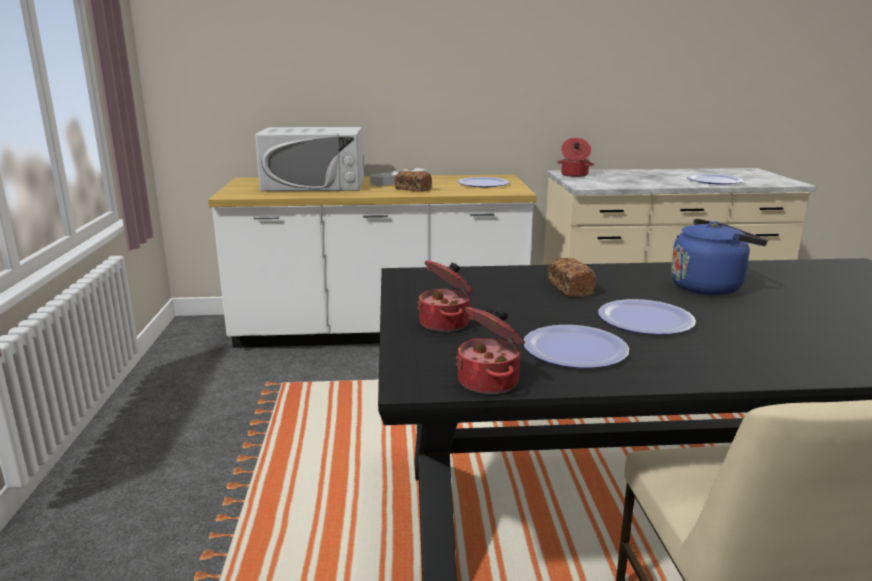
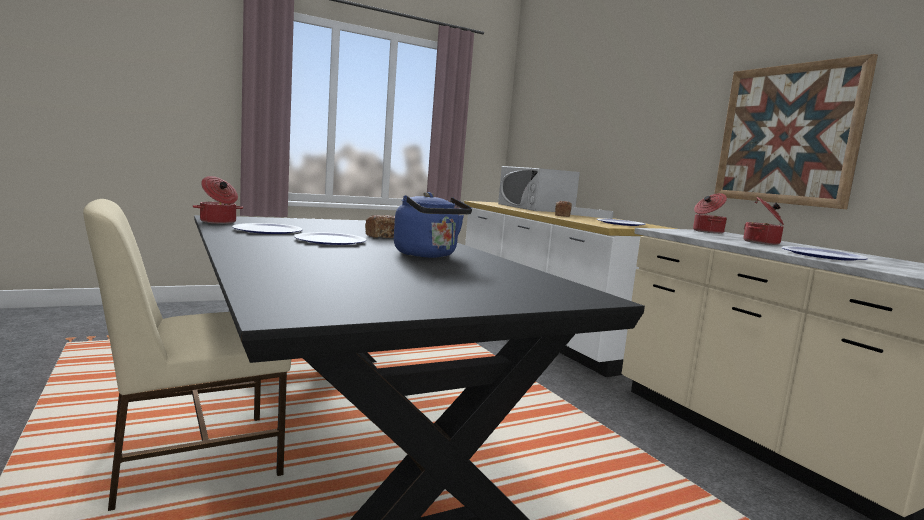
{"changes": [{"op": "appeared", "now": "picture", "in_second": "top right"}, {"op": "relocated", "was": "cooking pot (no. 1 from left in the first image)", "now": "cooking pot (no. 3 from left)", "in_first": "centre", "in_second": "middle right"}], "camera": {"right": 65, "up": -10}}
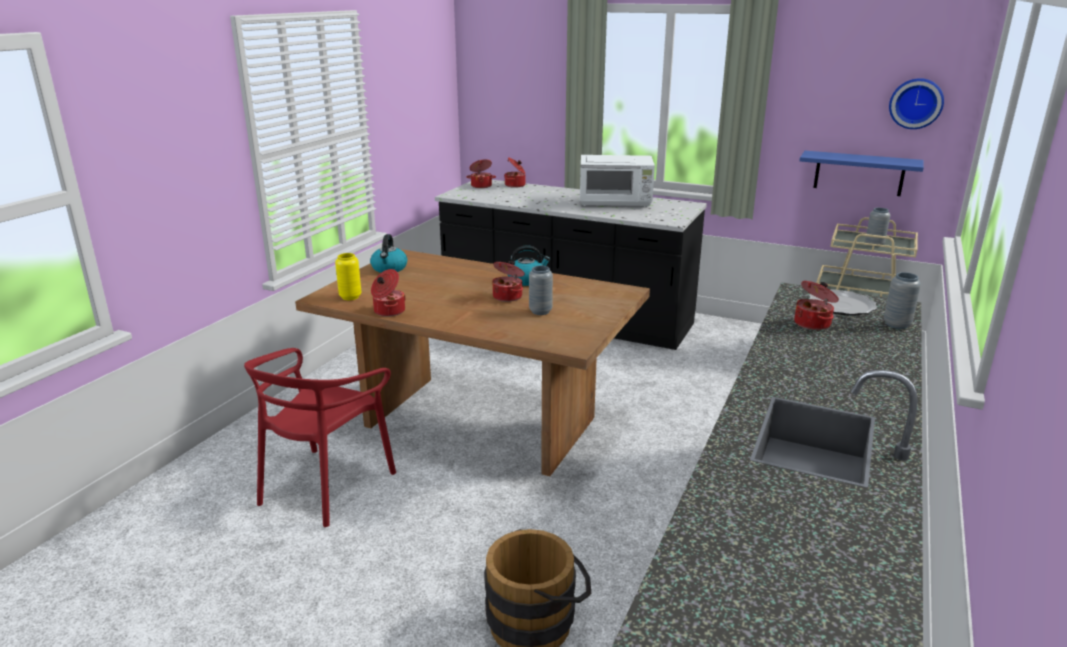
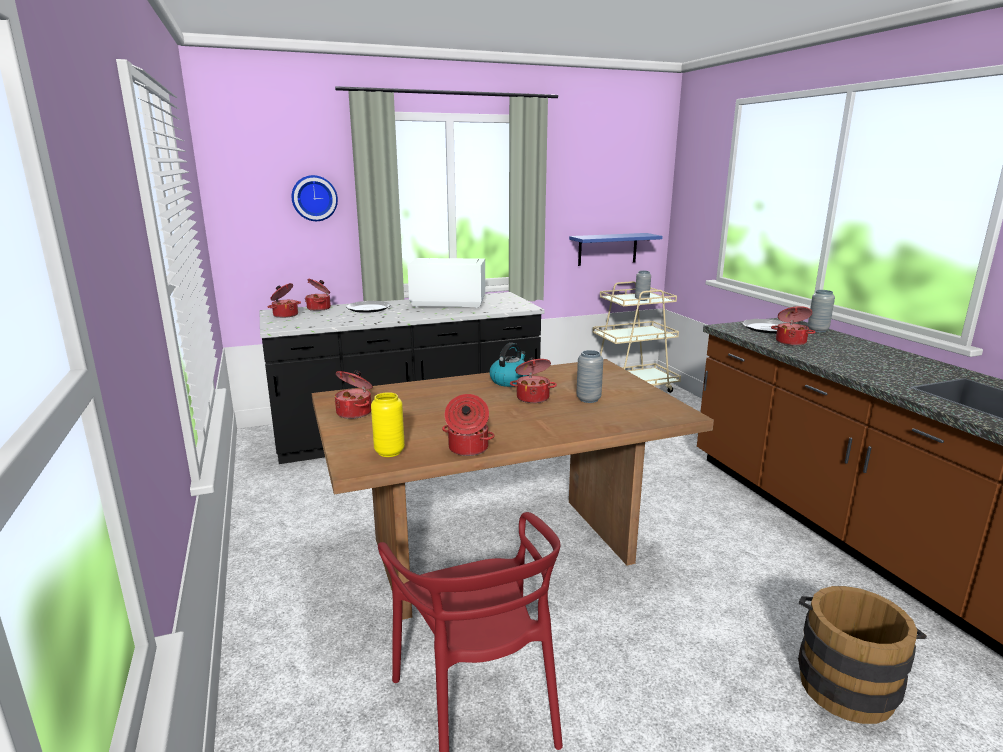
{"changes": [{"op": "appeared", "now": "plate (no. 1 from left)", "in_second": "centre"}, {"op": "relocated", "was": "wall clock", "in_first": "top right", "in_second": "top left"}, {"op": "exchanged", "was": "kettle (no. 1 from left)", "now": "cooking pot (no. 3 from left)", "in_first": "centre", "in_second": "centre"}, {"op": "spun", "was": "white microwave", "in_first": "top centre", "in_second": "centre", "clockwise": -135}], "camera": {"right": -45, "up": -5}}
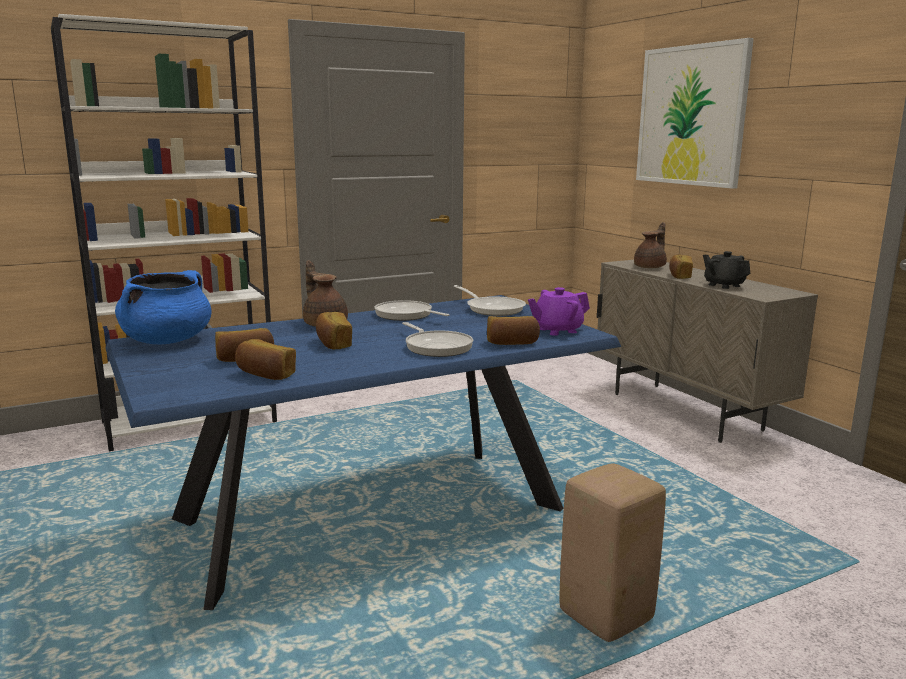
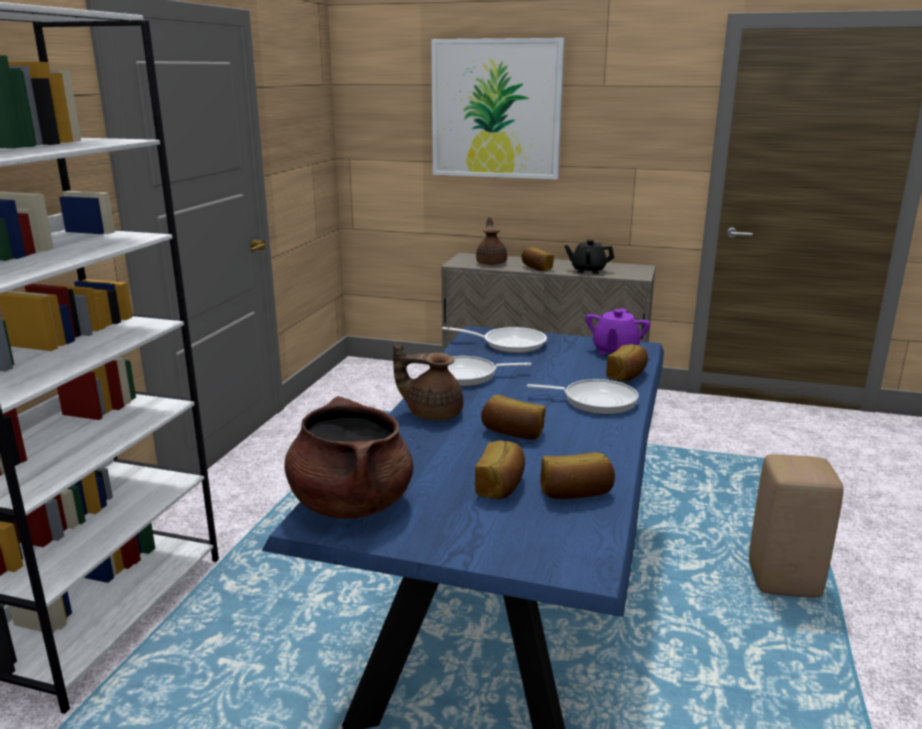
{"changes": [{"op": "colour", "was": "blue cooking pot", "now": "brown cooking pot", "in_first": "middle left", "in_second": "centre"}], "camera": {"right": -45, "up": 5}}
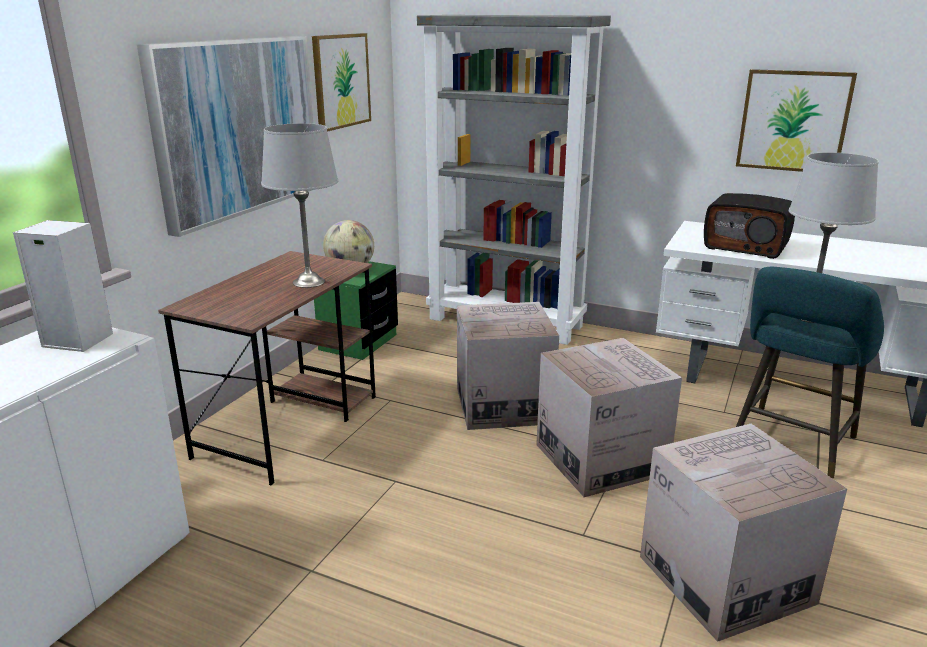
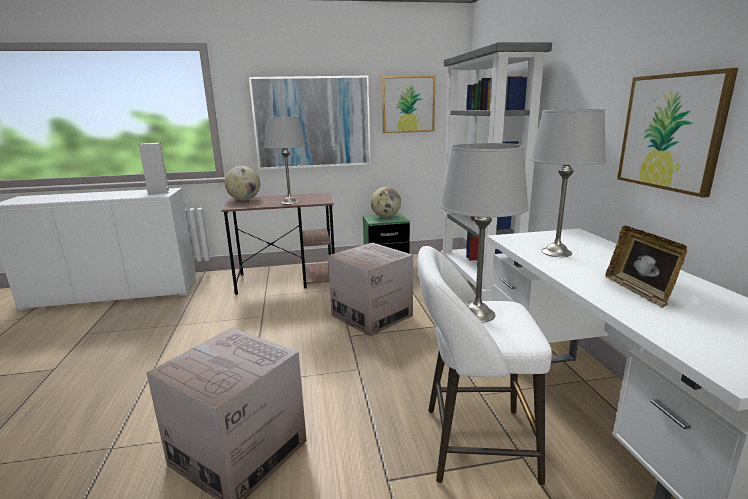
{"changes": [{"op": "missing", "was": "cardboard box (no. 2 from left)", "in_first": "centre"}, {"op": "appeared", "now": "globe (no. 1 from left)", "in_second": "middle left"}, {"op": "appeared", "now": "picture frame", "in_second": "middle right"}, {"op": "exchanged", "was": "radio", "now": "grey table lamp (no. 3 from left)", "in_first": "middle right", "in_second": "middle right"}, {"op": "colour", "was": "turquoise stool", "now": "white stool", "in_first": "middle right", "in_second": "bottom centre"}], "camera": {"right": 55, "up": -5}}
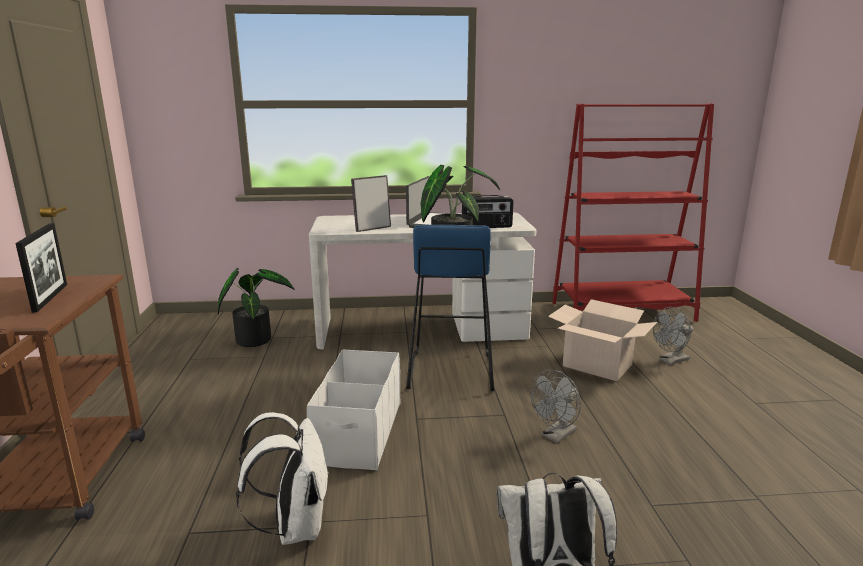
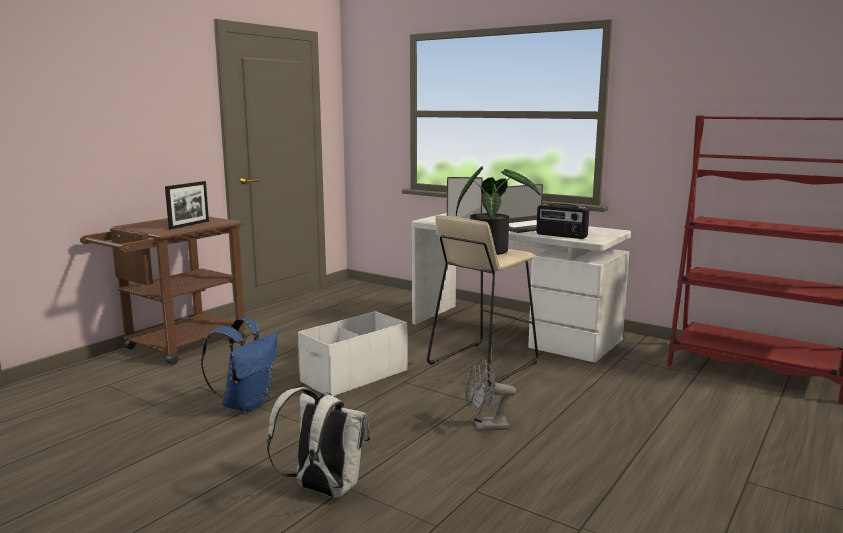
{"changes": [{"op": "missing", "was": "potted plant (no. 1 from left)", "in_first": "middle left"}, {"op": "missing", "was": "cardboard box", "in_first": "middle right"}, {"op": "missing", "was": "grey fan (no. 2 from left)", "in_first": "middle right"}, {"op": "colour", "was": "white backpack (no. 1 from left)", "now": "blue backpack", "in_first": "bottom left", "in_second": "bottom left"}, {"op": "colour", "was": "blue stool", "now": "beige stool", "in_first": "centre", "in_second": "centre"}], "camera": {"right": 40, "up": -5}}
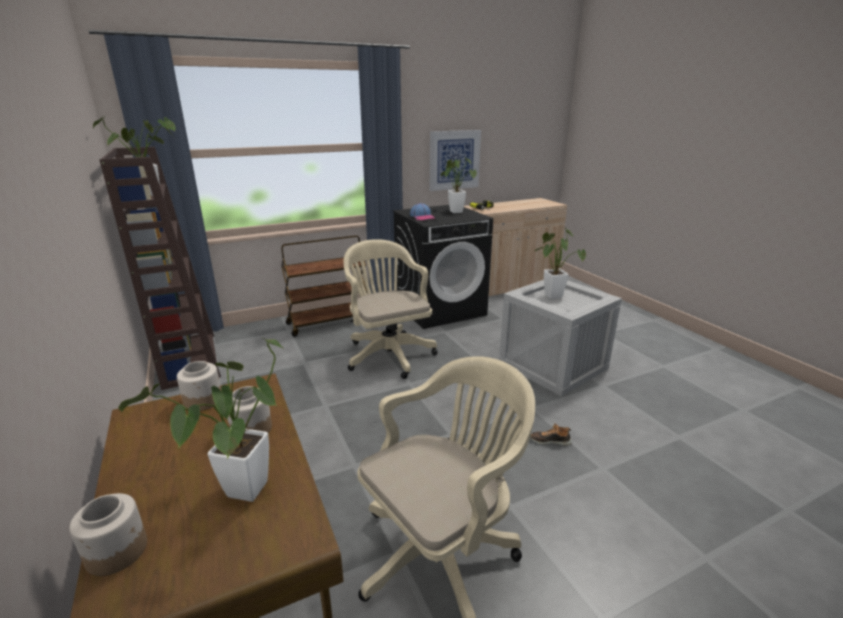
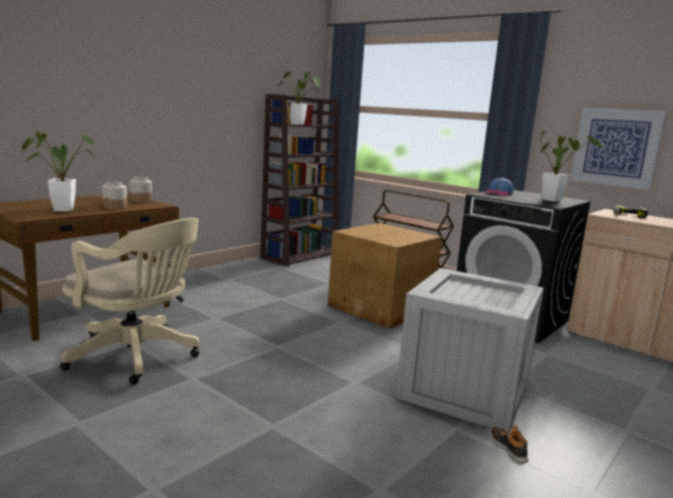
{"changes": [{"op": "missing", "was": "jar (no. 1 from left)", "in_first": "bottom left"}, {"op": "missing", "was": "potted plant (no. 4 from left)", "in_first": "centre"}, {"op": "relocated", "was": "shoe", "in_first": "bottom centre", "in_second": "bottom right"}, {"op": "exchanged", "was": "beige office chair (no. 1 from left)", "now": "cardboard box", "in_first": "centre", "in_second": "centre"}], "camera": {"right": 65, "up": -10}}
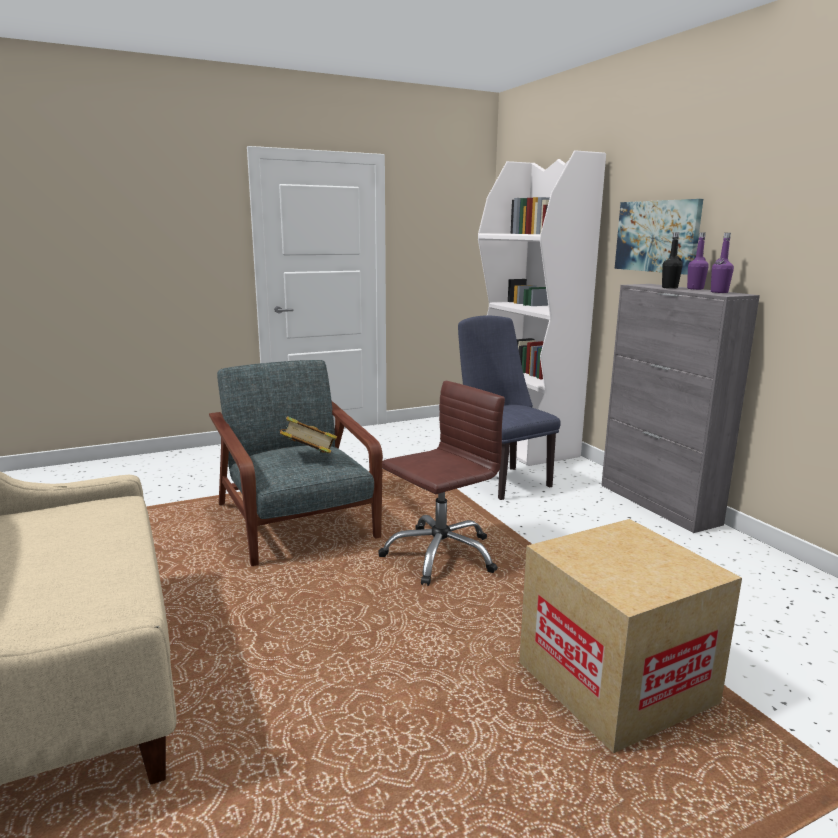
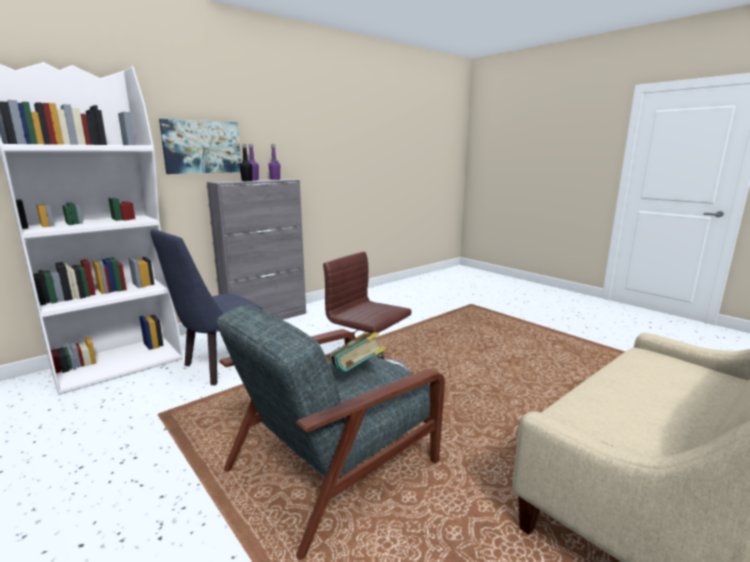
{"changes": [{"op": "missing", "was": "cardboard box", "in_first": "bottom right"}], "camera": {"right": -105, "up": 0}}
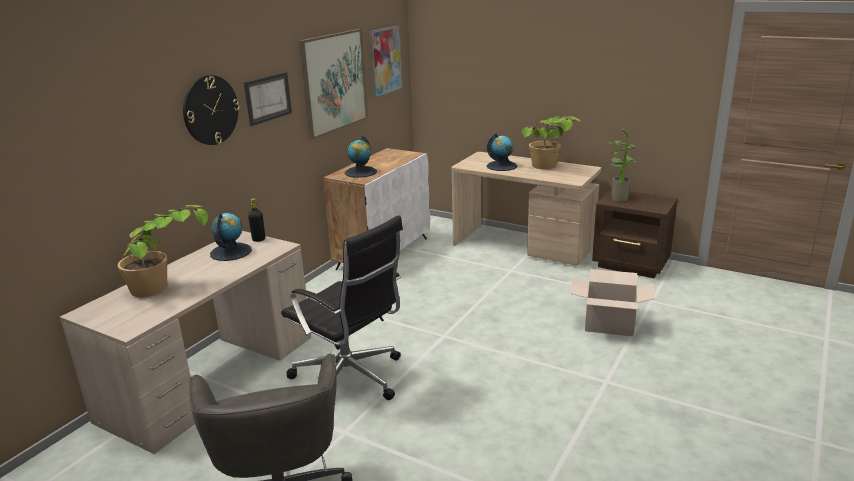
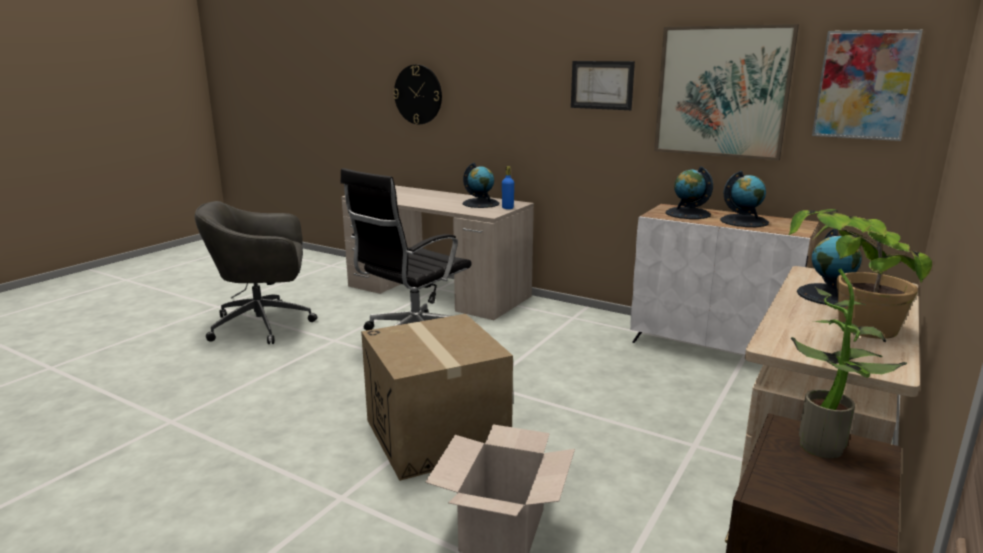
{"changes": [{"op": "missing", "was": "potted plant (no. 1 from left)", "in_first": "middle left"}, {"op": "appeared", "now": "cardboard box (no. 1 from left)", "in_second": "bottom centre"}, {"op": "appeared", "now": "globe (no. 3 from left)", "in_second": "middle right"}, {"op": "relocated", "was": "wall clock", "in_first": "top left", "in_second": "top centre"}, {"op": "colour", "was": "black bottle", "now": "blue bottle", "in_first": "middle left", "in_second": "centre"}], "camera": {"right": 90, "up": -5}}
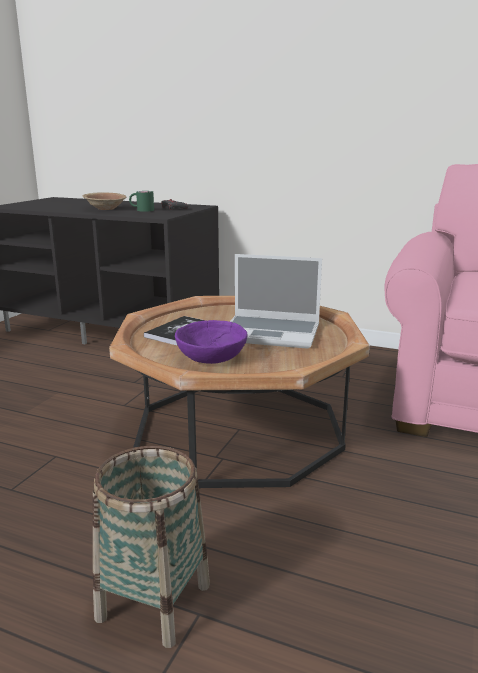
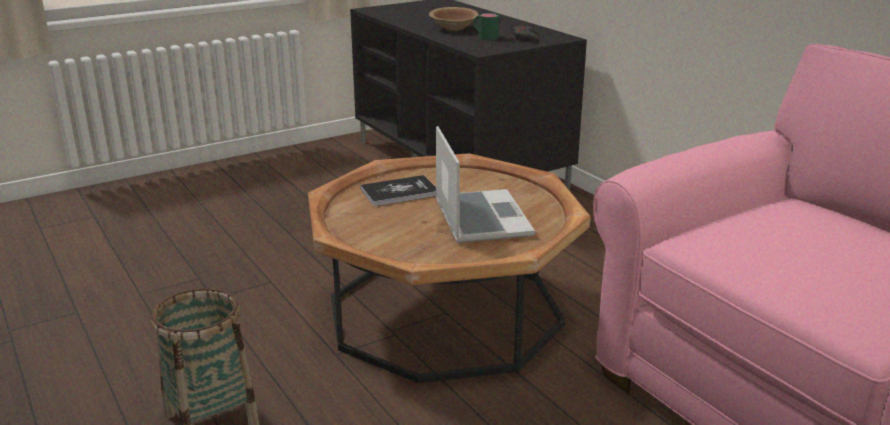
{"changes": [{"op": "missing", "was": "purple bowl", "in_first": "centre"}, {"op": "spun", "was": "laptop", "in_first": "centre", "in_second": "centre", "clockwise": -150}], "camera": {"right": 35, "up": 5}}
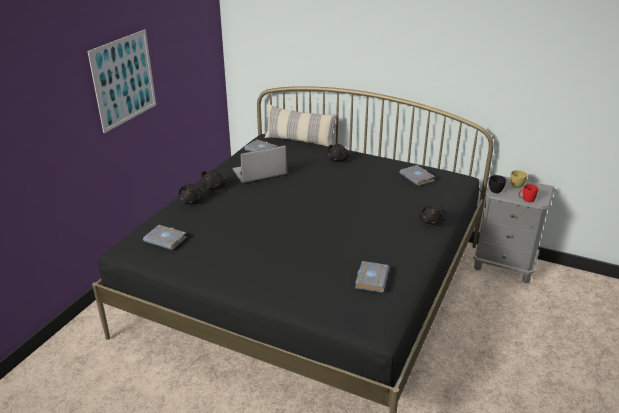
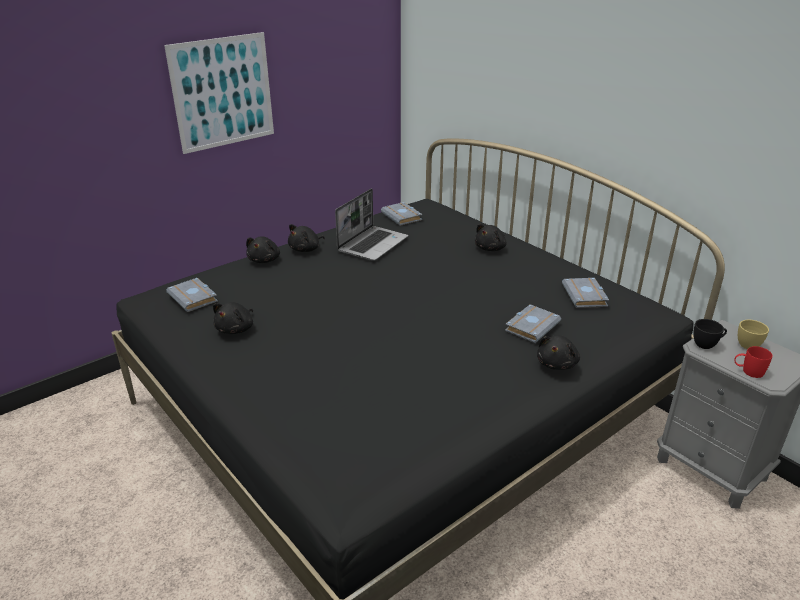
{"changes": [{"op": "missing", "was": "pillow", "in_first": "top centre"}, {"op": "appeared", "now": "black plush toy (no. 1 from left)", "in_second": "middle left"}, {"op": "relocated", "was": "grey book (no. 3 from left)", "in_first": "bottom centre", "in_second": "centre"}, {"op": "spun", "was": "laptop", "in_first": "centre", "in_second": "centre", "clockwise": 120}], "camera": {"right": 25, "up": 0}}
